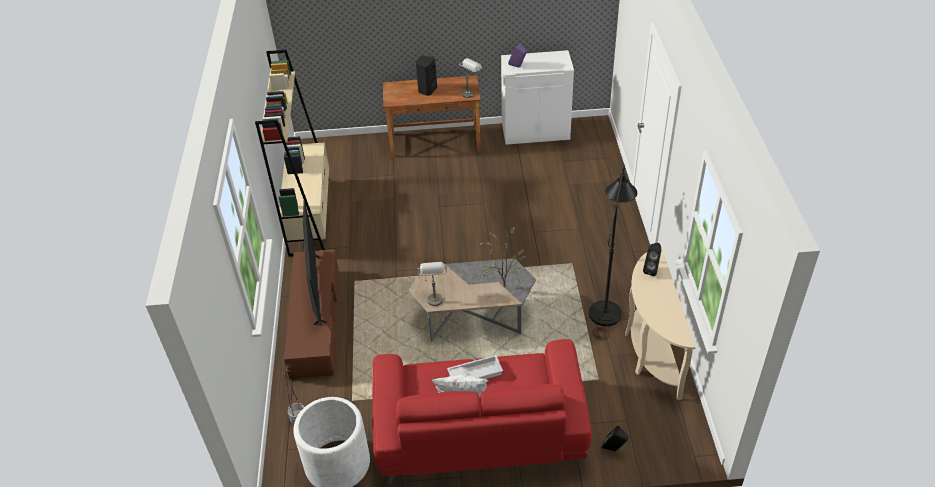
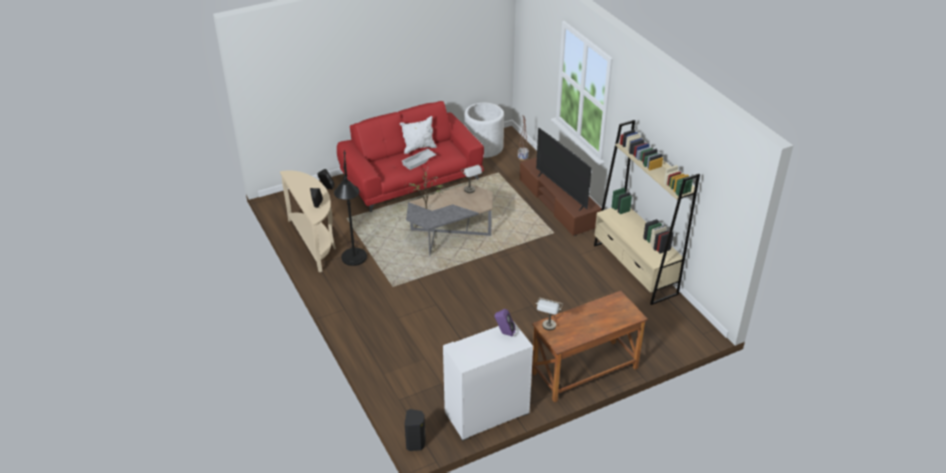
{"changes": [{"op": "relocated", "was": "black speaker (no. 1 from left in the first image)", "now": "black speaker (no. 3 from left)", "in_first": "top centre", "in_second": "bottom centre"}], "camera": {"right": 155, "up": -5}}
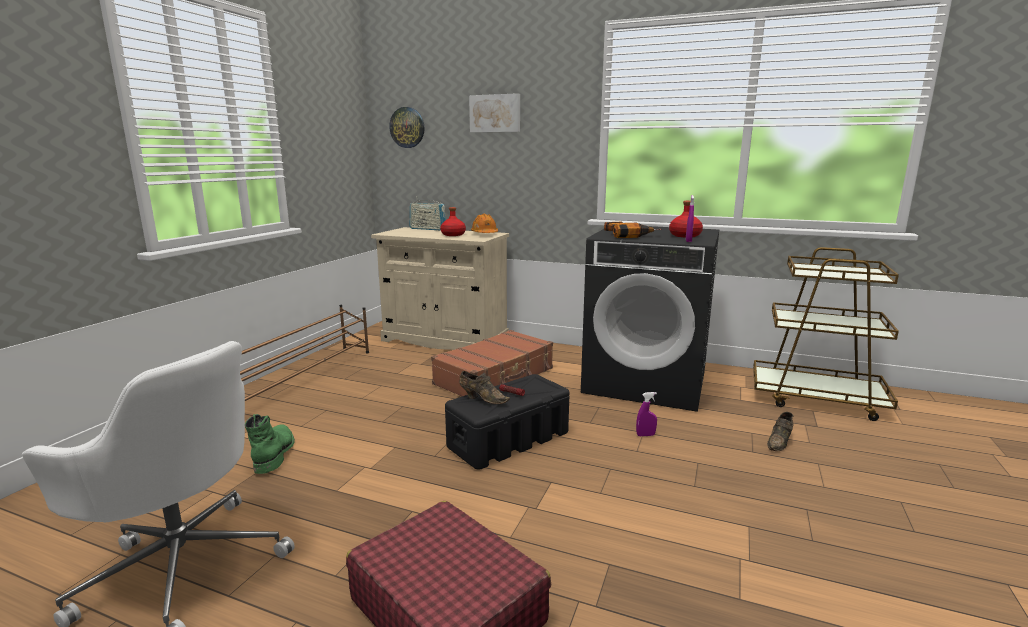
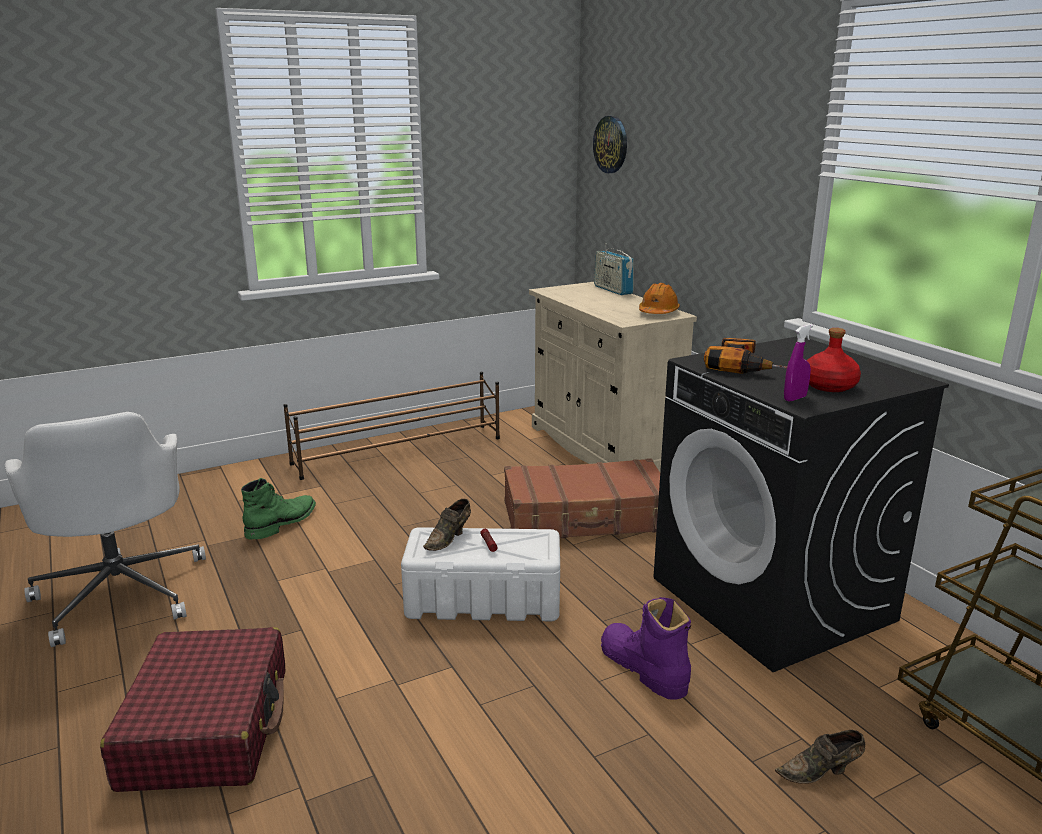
{"changes": [{"op": "missing", "was": "red bottle (no. 1 from left)", "in_first": "centre"}, {"op": "missing", "was": "picture", "in_first": "top centre"}, {"op": "exchanged", "was": "purple spray bottle (no. 1 from left)", "now": "purple boot", "in_first": "centre", "in_second": "bottom centre"}, {"op": "colour", "was": "black storage box", "now": "white storage box", "in_first": "bottom centre", "in_second": "bottom centre"}, {"op": "spun", "was": "brown shoe (no. 1 from left)", "in_first": "centre", "in_second": "centre", "clockwise": 60}], "camera": {"right": 40, "up": 5}}
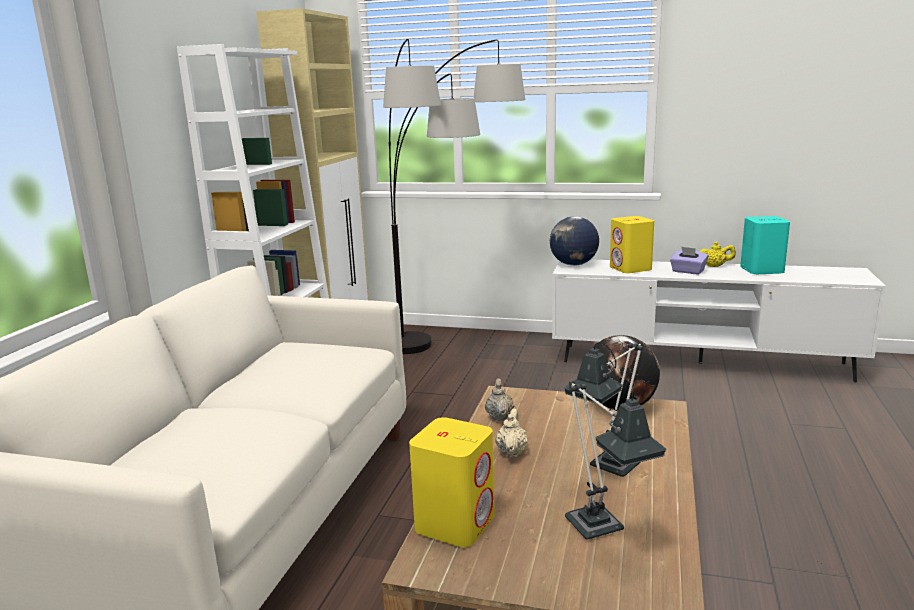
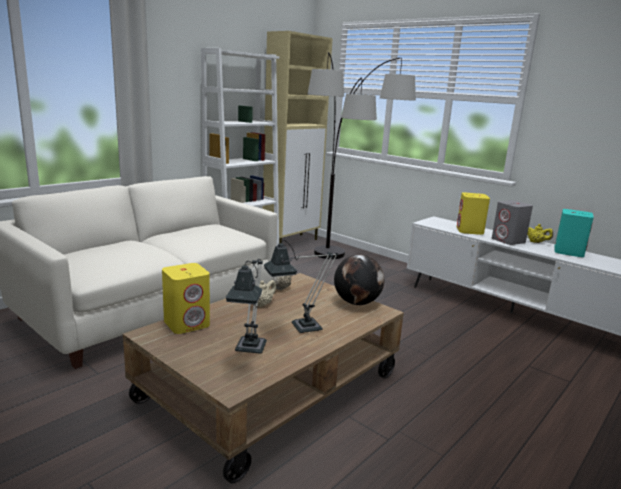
{"changes": [{"op": "missing", "was": "globe (no. 1 from left)", "in_first": "centre"}, {"op": "exchanged", "was": "purple tissue box", "now": "grey speaker", "in_first": "middle right", "in_second": "middle right"}], "camera": {"right": 25, "up": 0}}
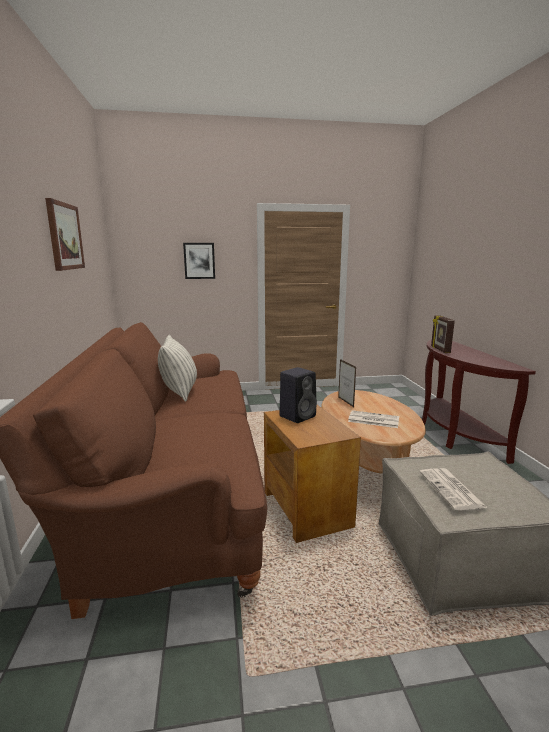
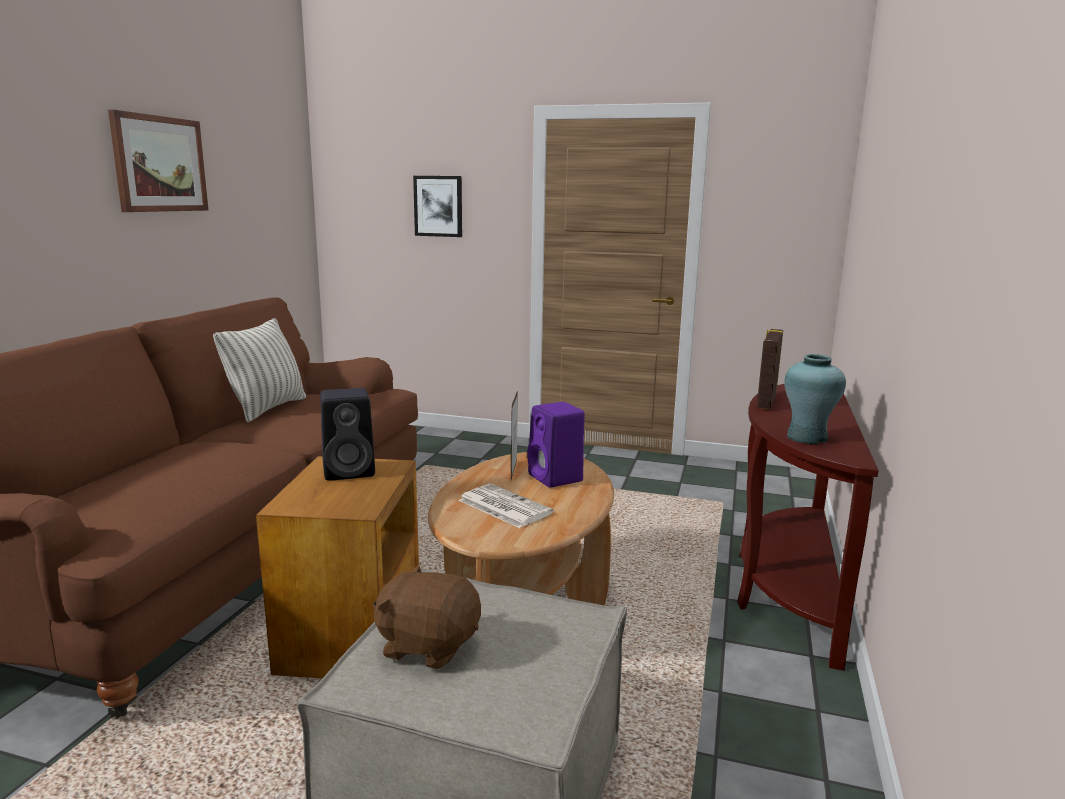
{"changes": [{"op": "appeared", "now": "purple speaker", "in_second": "centre"}, {"op": "appeared", "now": "turquoise vase", "in_second": "middle right"}, {"op": "exchanged", "was": "newspaper (no. 2 from left)", "now": "brown plush toy", "in_first": "bottom right", "in_second": "bottom centre"}], "camera": {"right": 25, "up": 0}}
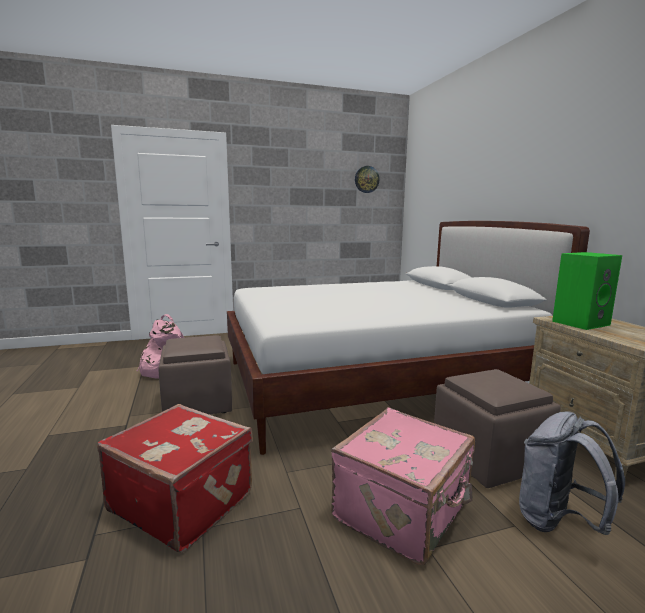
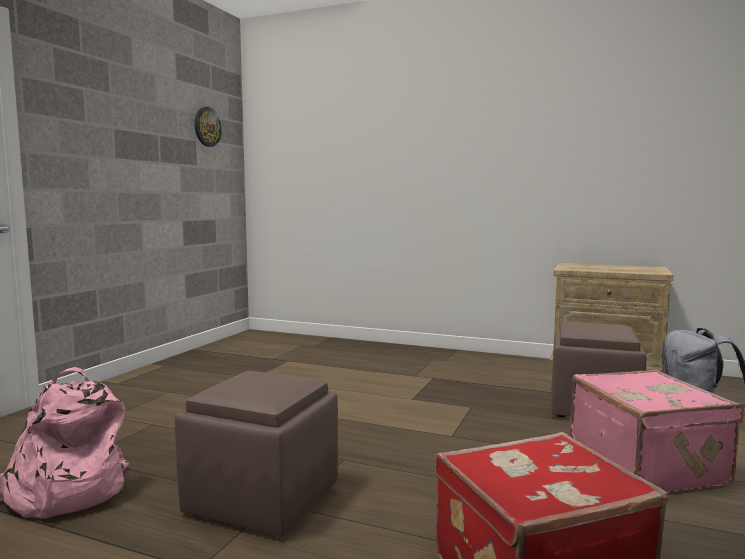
{"changes": [{"op": "missing", "was": "white bed", "in_first": "centre"}, {"op": "missing", "was": "green speaker", "in_first": "middle right"}], "camera": {"right": -50, "up": -5}}
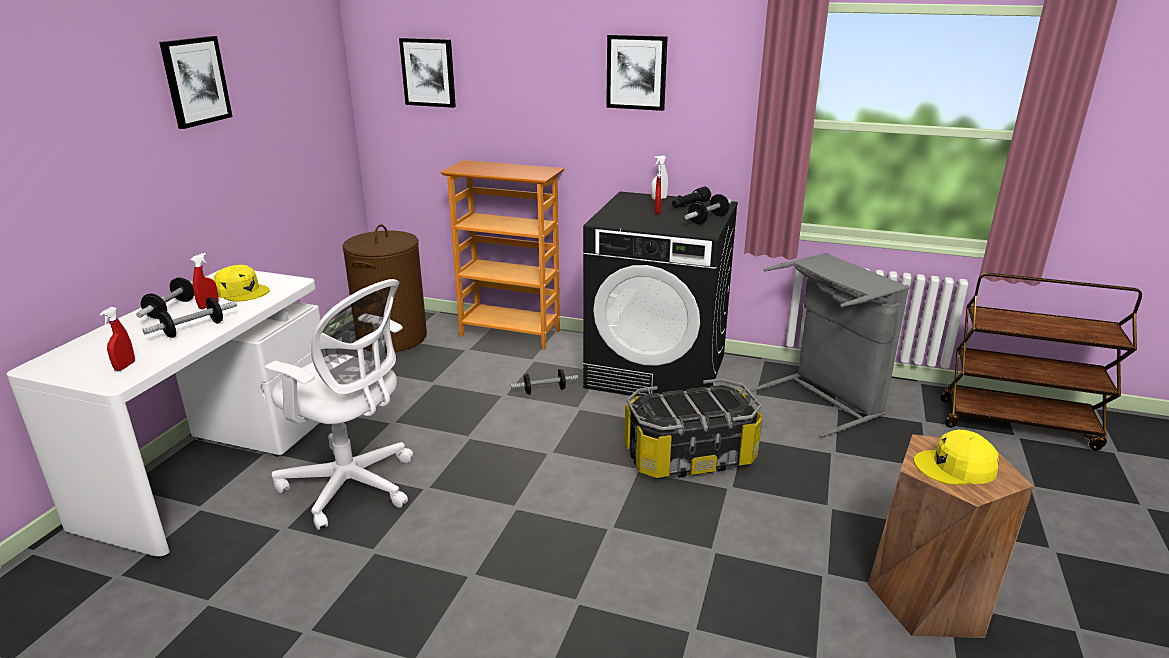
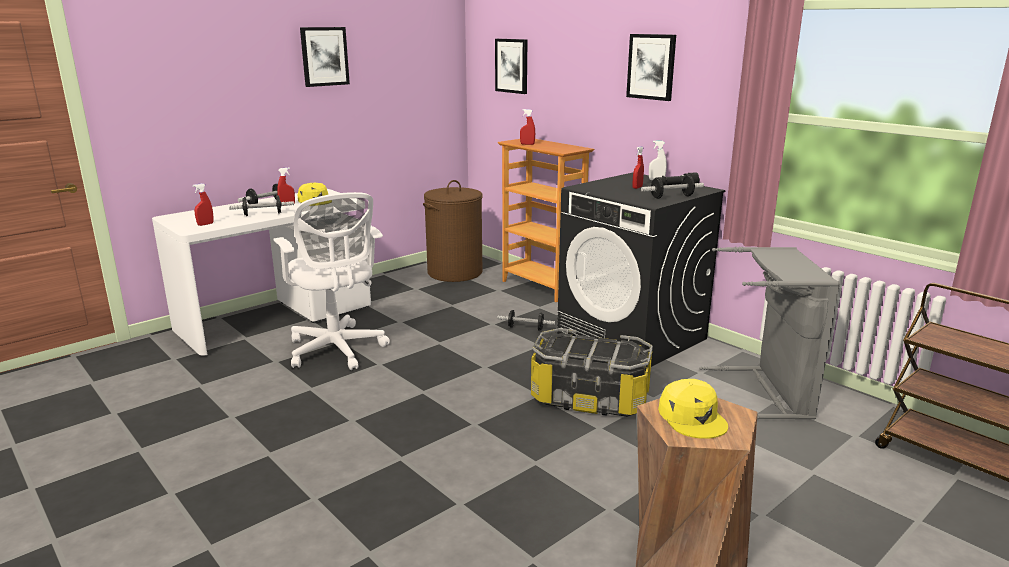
{"changes": [{"op": "appeared", "now": "red spray bottle (no. 3 from left)", "in_second": "top centre"}, {"op": "spun", "was": "yellow cap (no. 2 from left)", "in_first": "bottom right", "in_second": "bottom right", "clockwise": -135}], "camera": {"right": 30, "up": -5}}
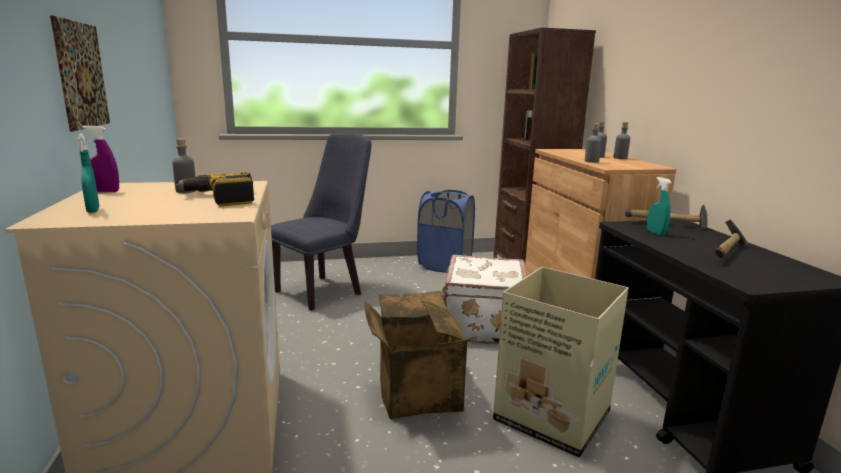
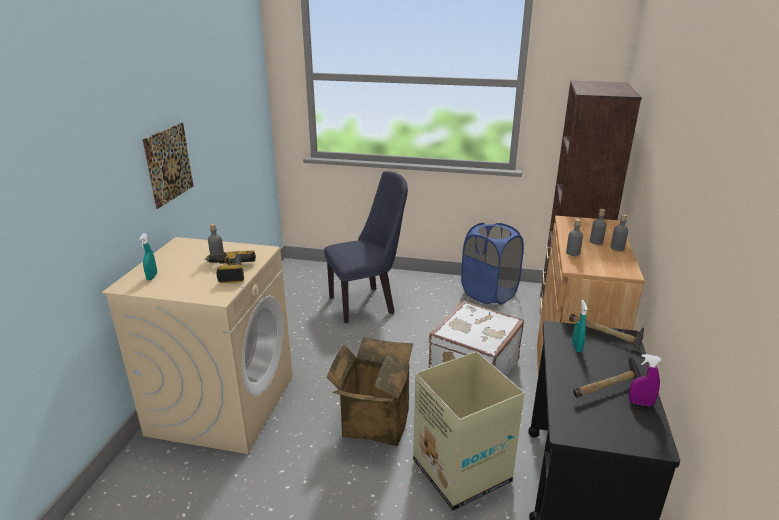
{"changes": [{"op": "relocated", "was": "purple spray bottle", "in_first": "middle left", "in_second": "bottom right"}], "camera": {"right": 25, "up": 10}}
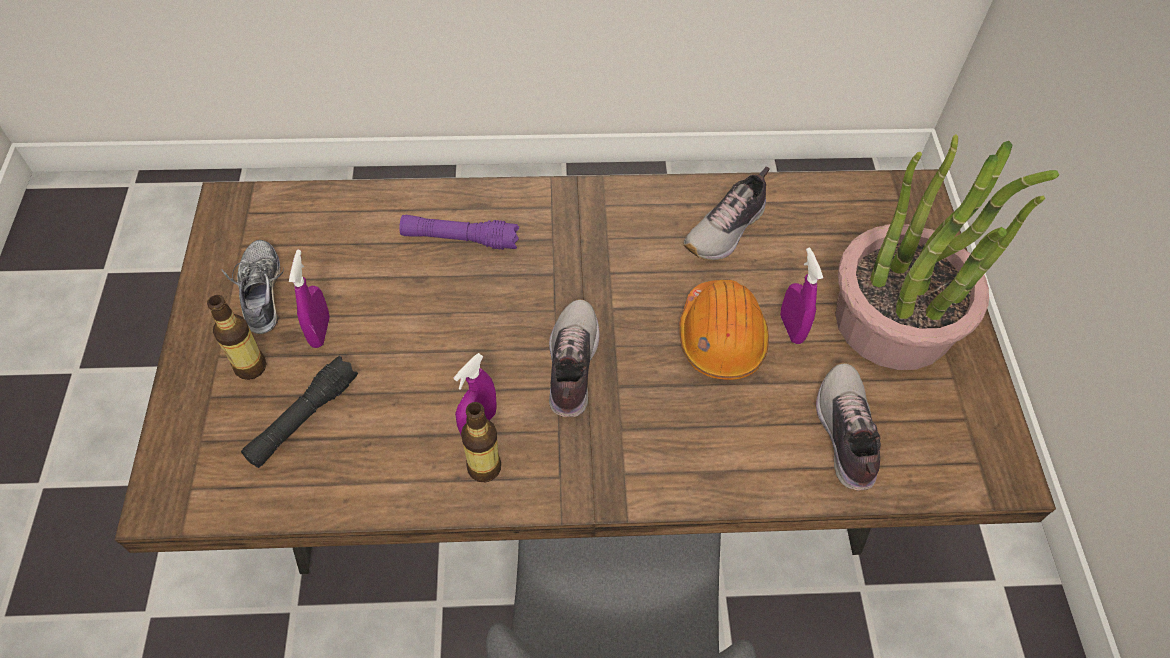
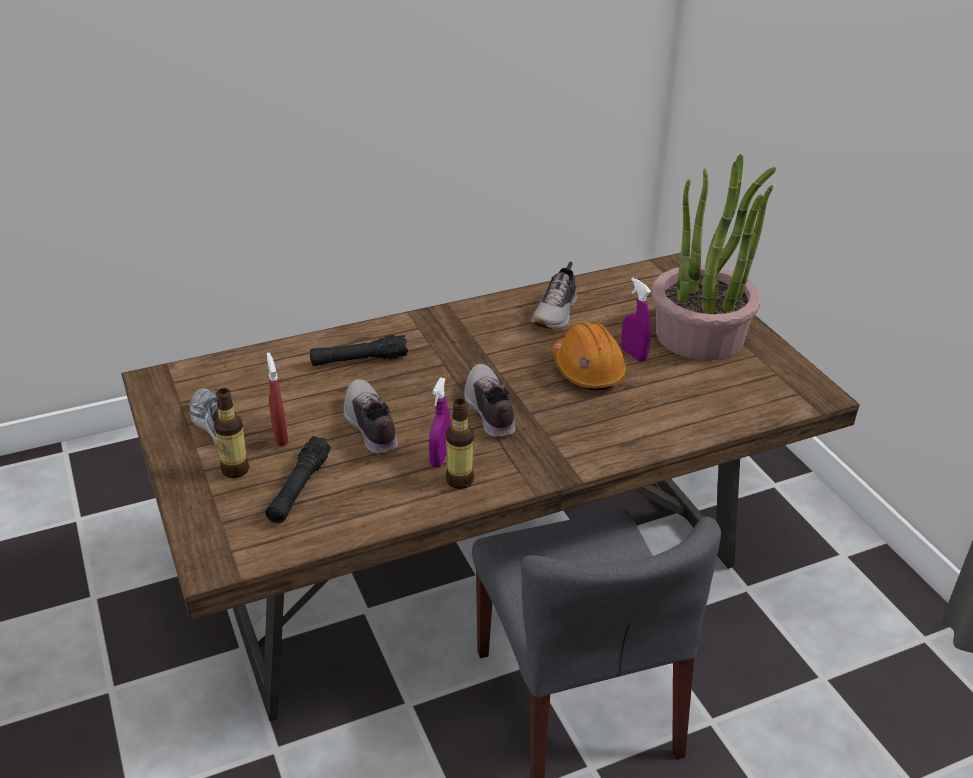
{"changes": [{"op": "relocated", "was": "shoe (no. 4 from left in the first image)", "now": "shoe (no. 2 from left)", "in_first": "middle right", "in_second": "centre"}, {"op": "colour", "was": "purple spray bottle (no. 1 from left)", "now": "red spray bottle", "in_first": "middle left", "in_second": "middle left"}, {"op": "colour", "was": "purple flashlight", "now": "black flashlight (no. 2 from left)", "in_first": "centre", "in_second": "centre"}], "camera": {"right": -20, "up": -20}}
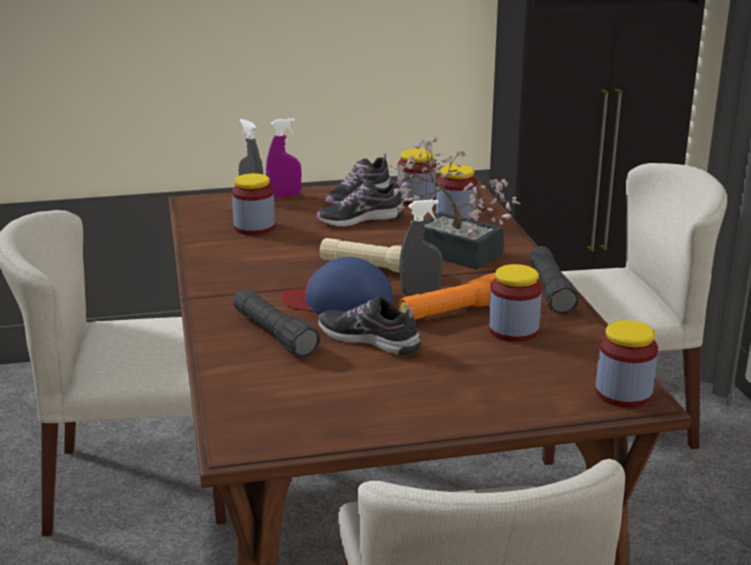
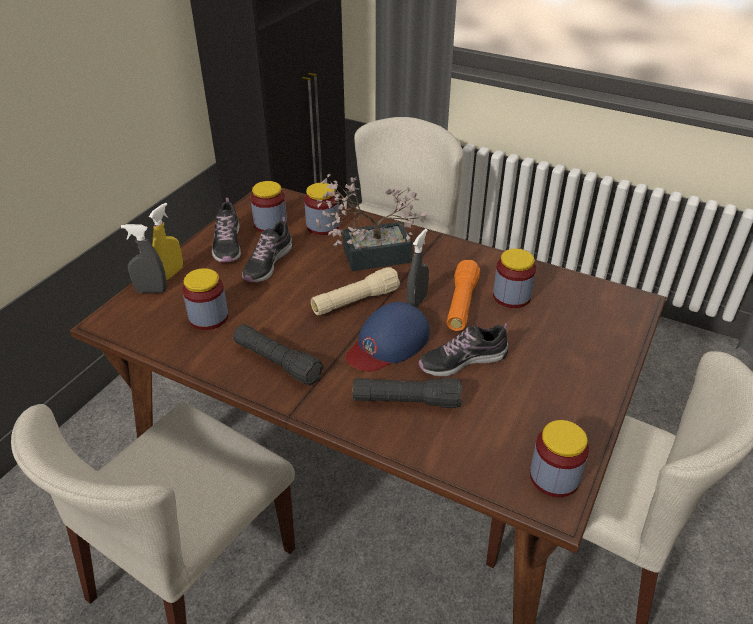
{"changes": [{"op": "relocated", "was": "black flashlight (no. 2 from left in the first image)", "now": "black flashlight (no. 1 from left)", "in_first": "middle right", "in_second": "centre"}, {"op": "relocated", "was": "jar (no. 5 from left)", "in_first": "middle right", "in_second": "bottom right"}, {"op": "colour", "was": "purple spray bottle", "now": "yellow spray bottle", "in_first": "top centre", "in_second": "middle left"}], "camera": {"right": -50, "up": 15}}
